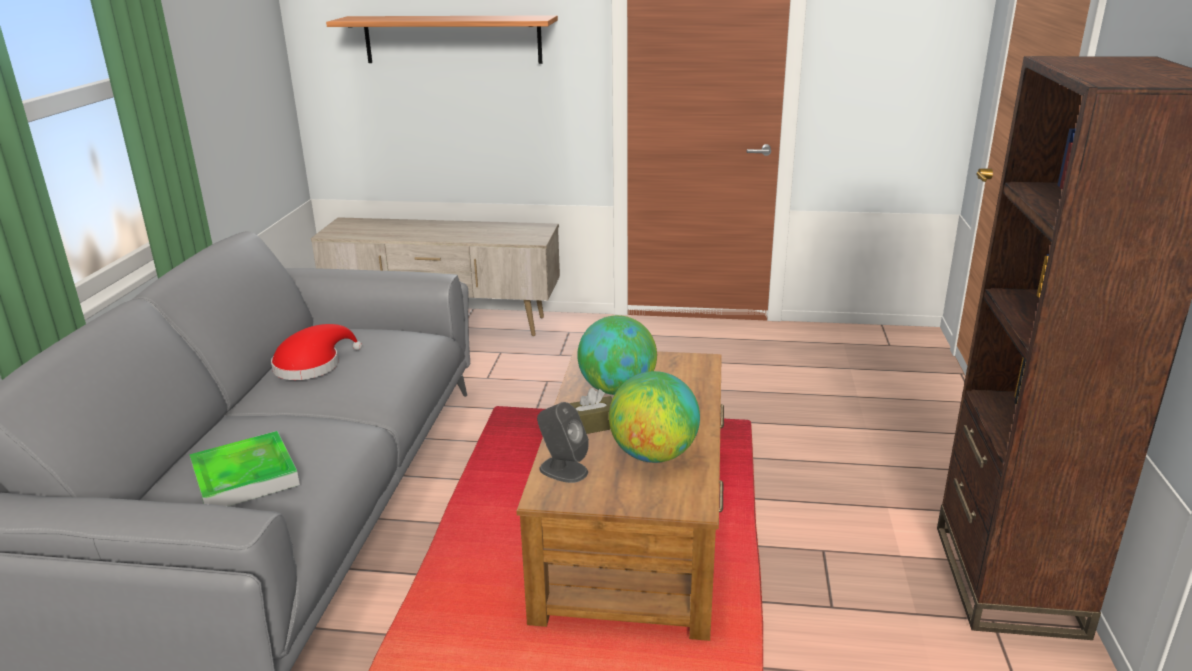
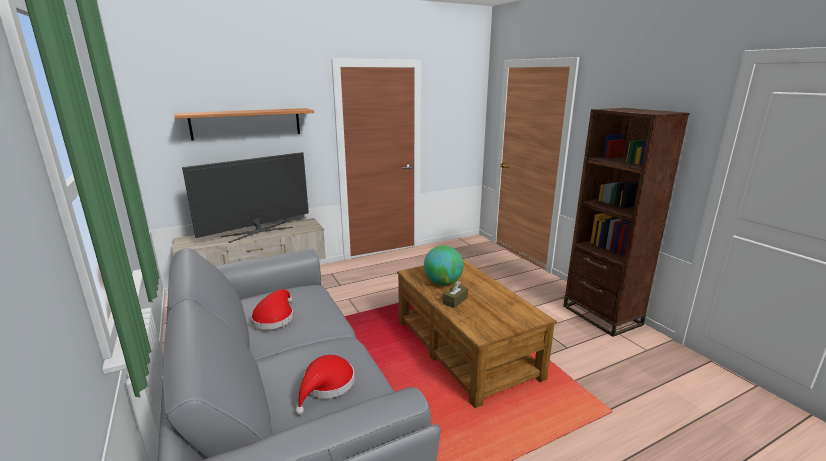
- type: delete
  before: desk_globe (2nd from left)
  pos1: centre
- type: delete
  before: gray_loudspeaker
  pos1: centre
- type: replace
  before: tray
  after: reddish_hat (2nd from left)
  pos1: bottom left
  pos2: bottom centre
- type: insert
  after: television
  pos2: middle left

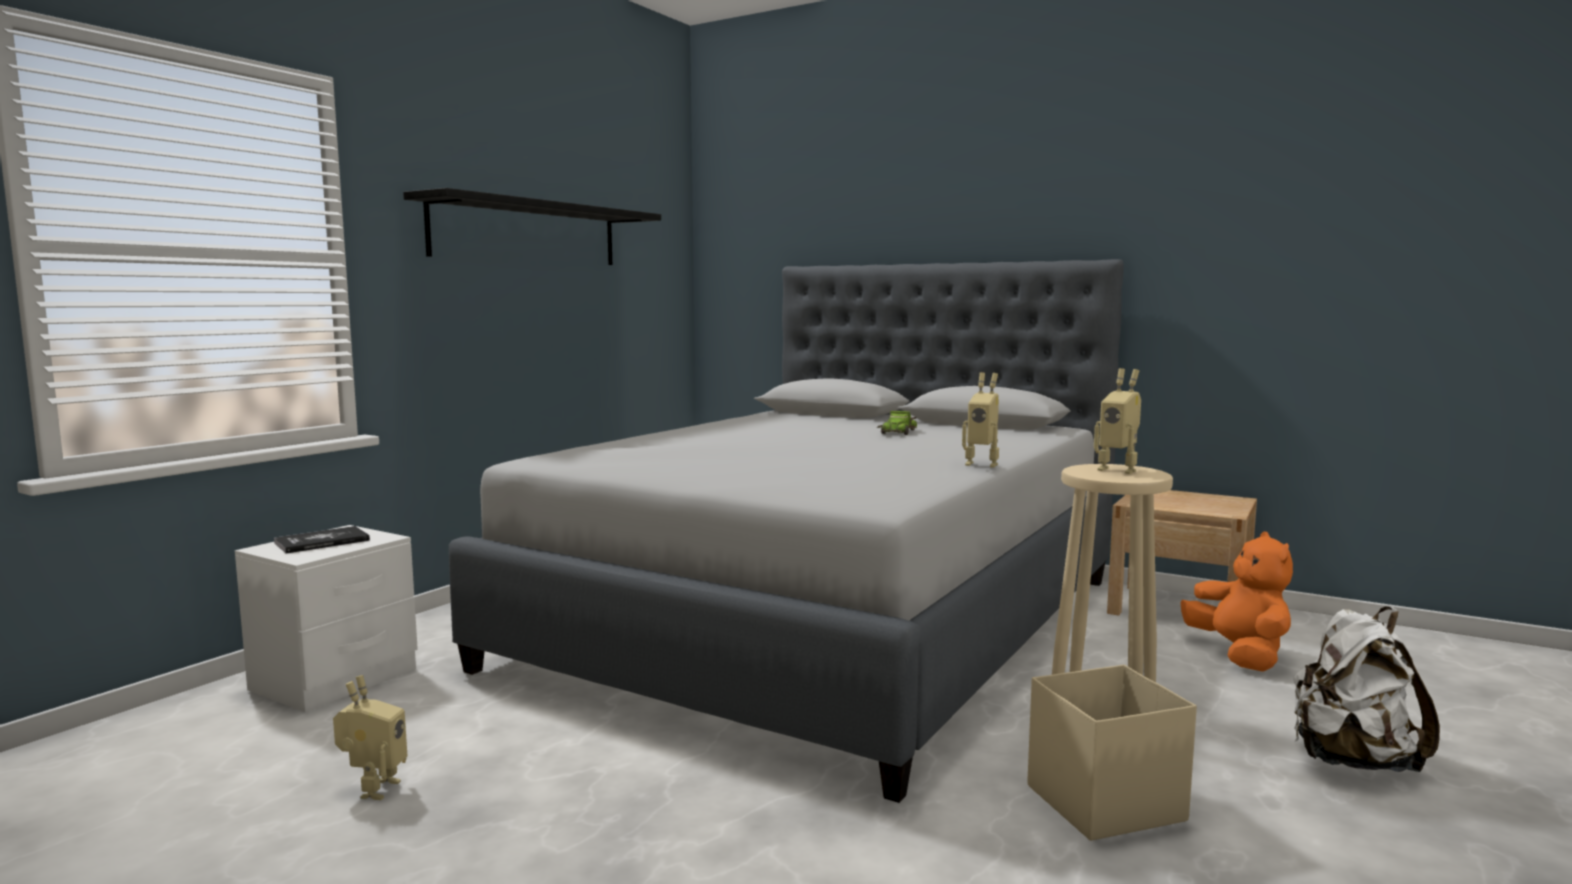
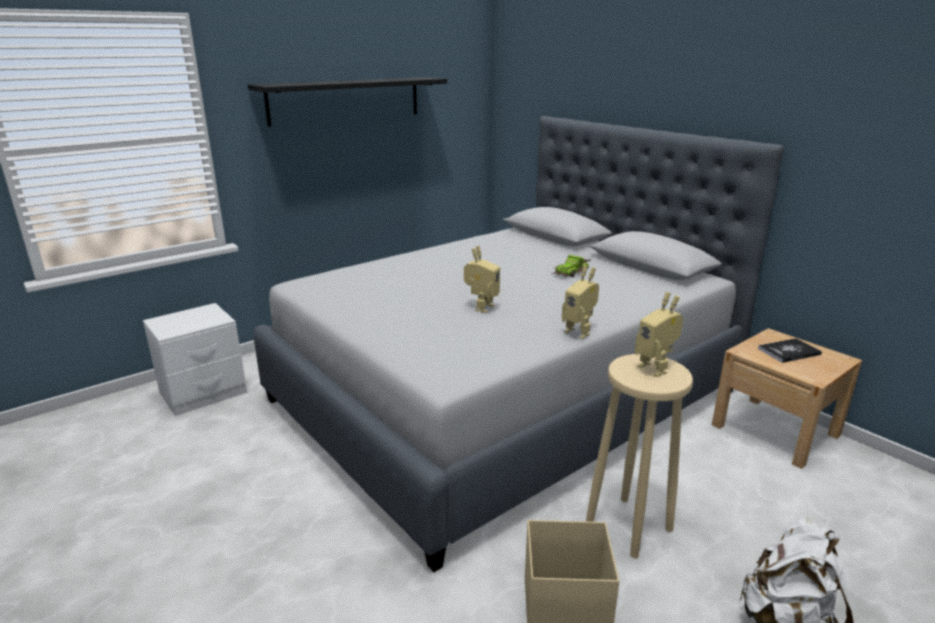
- type: move
  before: book
  pos1: middle left
  pos2: middle right
- type: delete
  before: orange_plush_toy
  pos1: bottom right
- type: move
  before: robot_figure (1st from left)
  pos1: bottom left
  pos2: centre

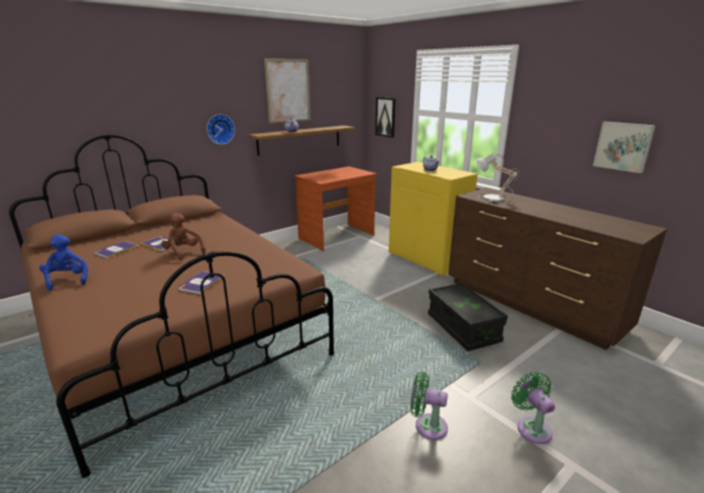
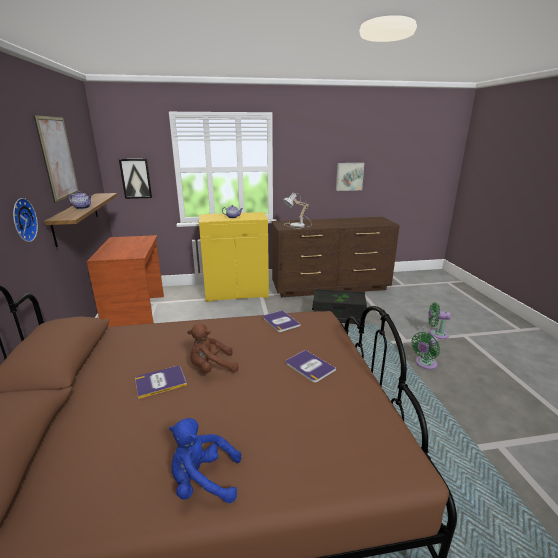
- type: move
  before: book (1st from left in the first image)
  after: book (2nd from left)
  pos1: middle left
  pos2: centre

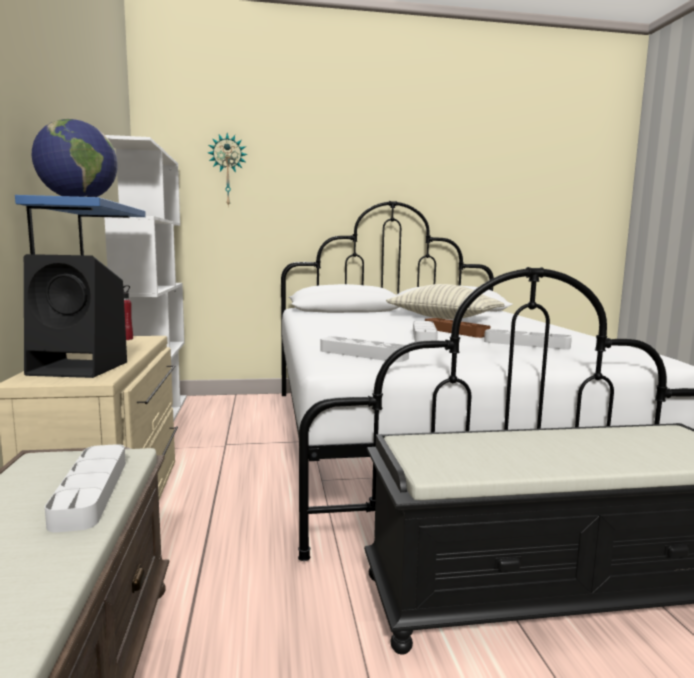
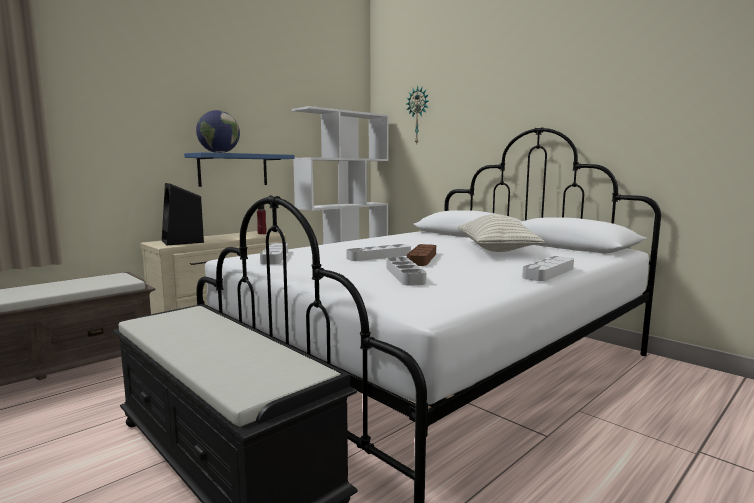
- type: move
  before: gray_tray (1st from left in the first image)
  after: gray_tray (4th from left)
  pos1: bottom left
  pos2: middle right

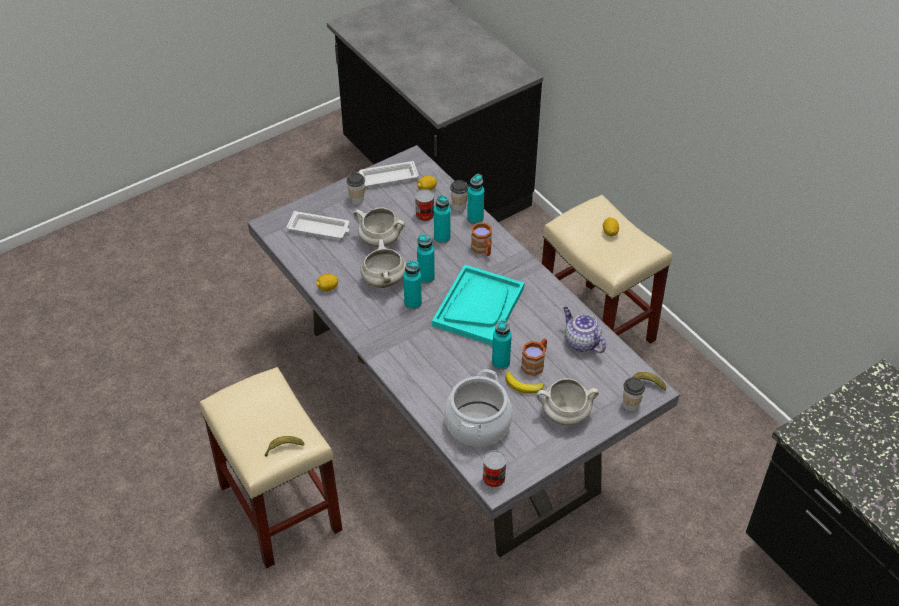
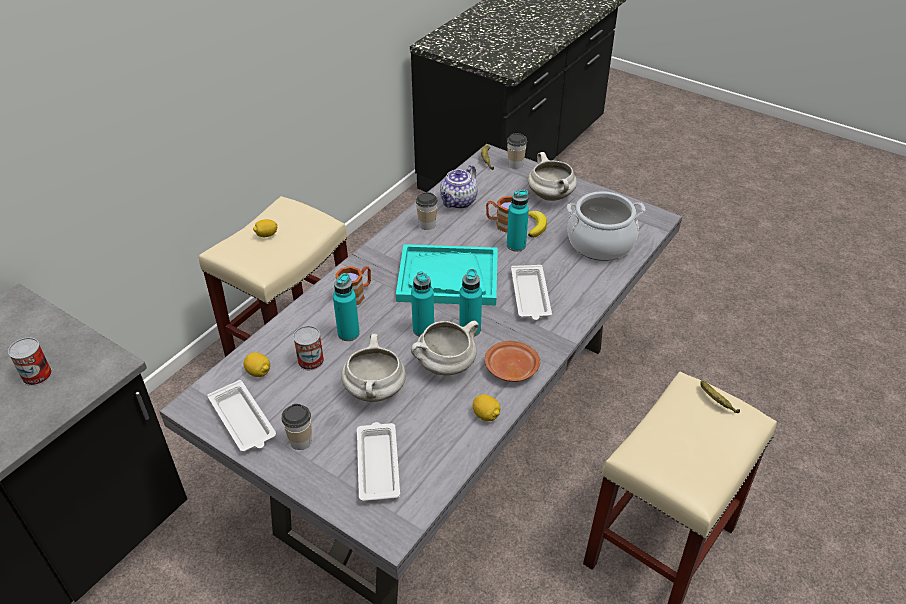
- type: delete
  before: turquoise-coloured_bottle (4th from left)
  pos1: top centre
- type: move
  before: cup (2nd from left)
  pos1: top centre
  pos2: centre
- type: move
  before: metal_can (2nd from left in the first image)
  after: metal_can (1st from left)
  pos1: bottom centre
  pos2: middle left
- type: insert
  after: whitish_tray (3rd from left)
  pos2: centre
- type: insert
  after: brownish_plate
  pos2: centre

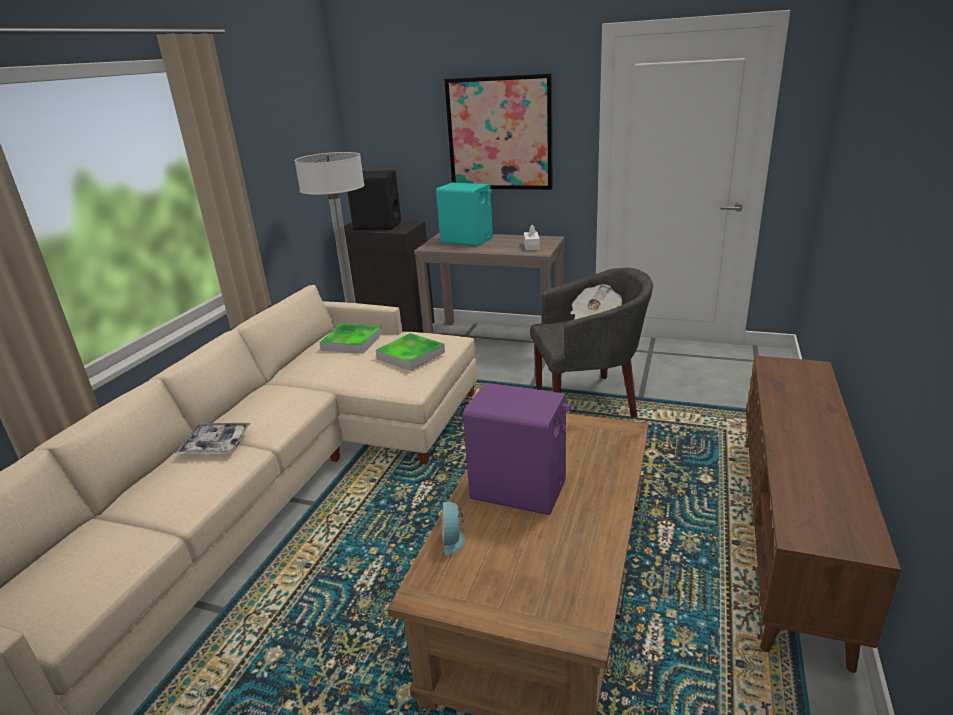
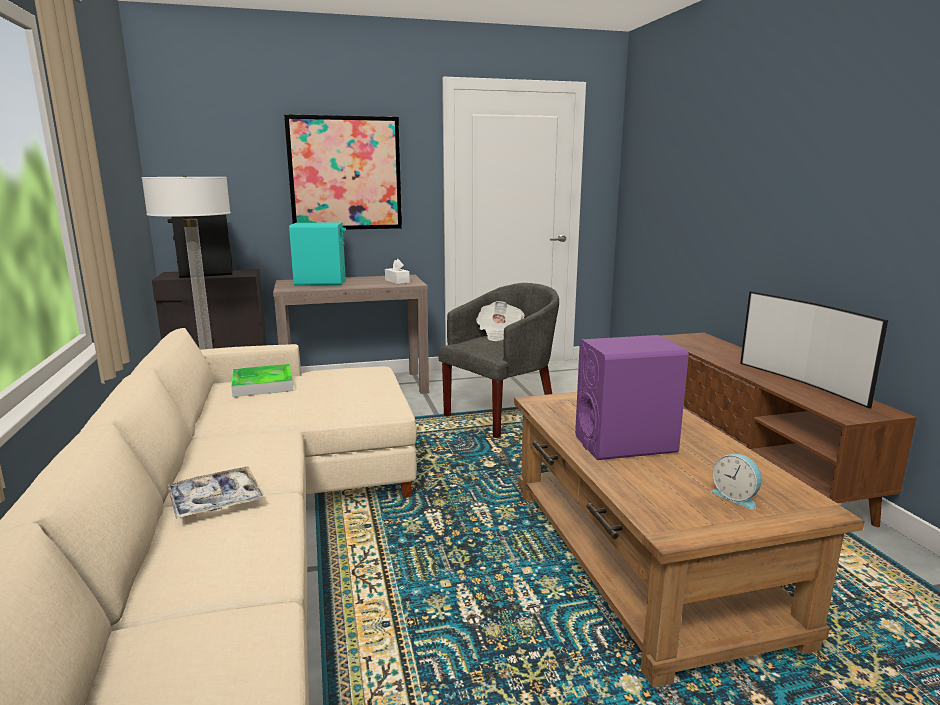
- type: delete
  before: tray (3rd from left)
  pos1: centre
- type: move
  before: alarm_clock
  pos1: bottom centre
  pos2: bottom right
- type: insert
  after: television
  pos2: middle right

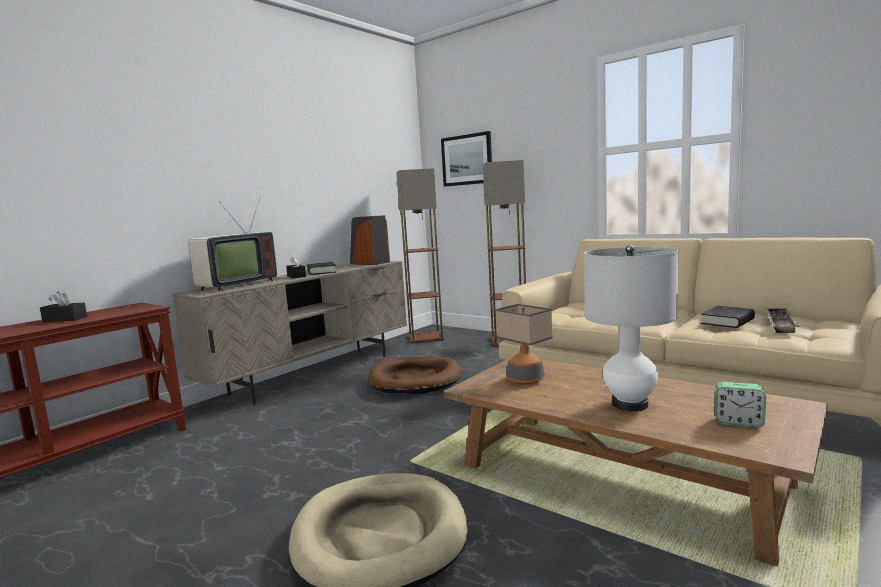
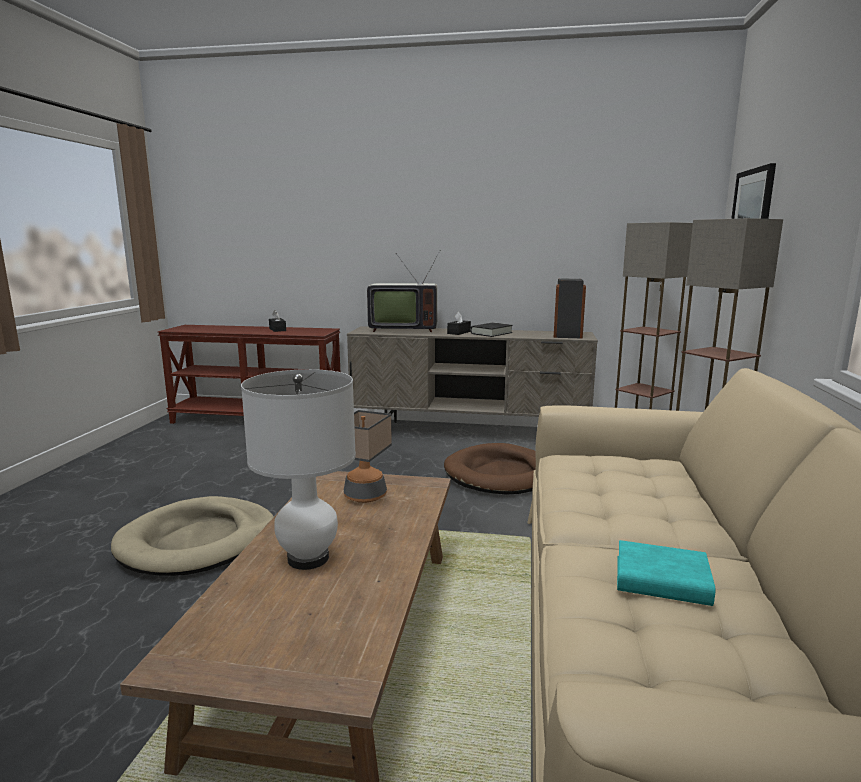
- type: recolor
  before: black_book (2nd from left)
  after: turquoise-coloured_book
  pos1: middle right
  pos2: bottom right
- type: delete
  before: tray
  pos1: middle right
- type: delete
  before: alarm_clock
  pos1: bottom right

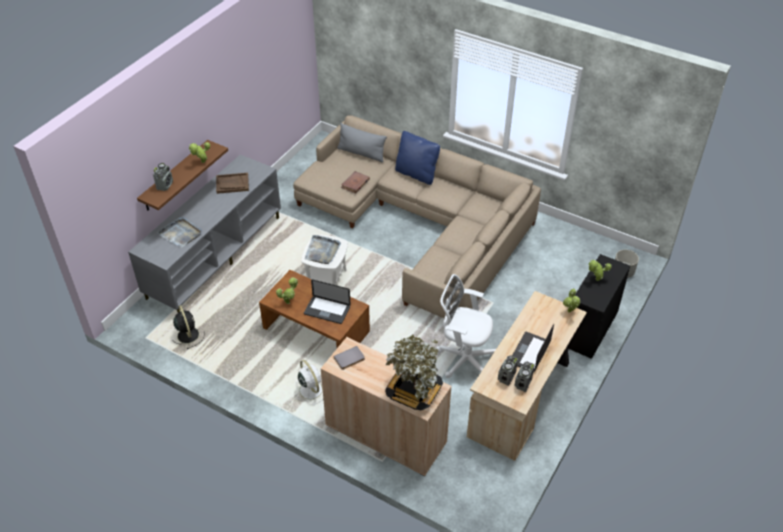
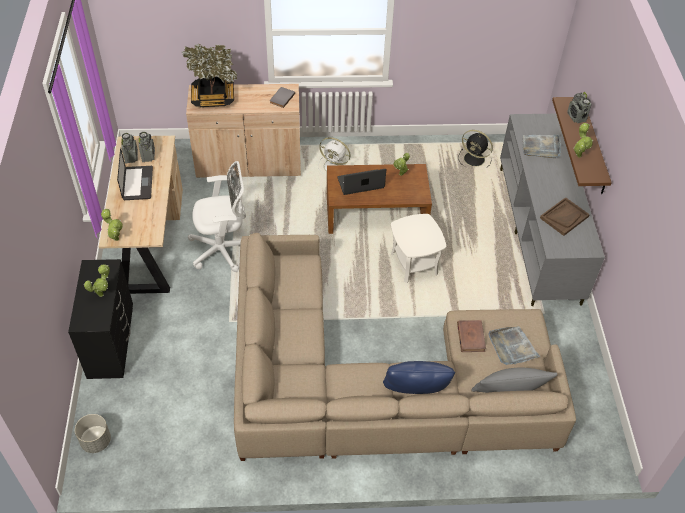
- type: move
  before: gray_tray (2nd from left in the first image)
  after: gray_tray (1st from left)
  pos1: centre
  pos2: bottom right

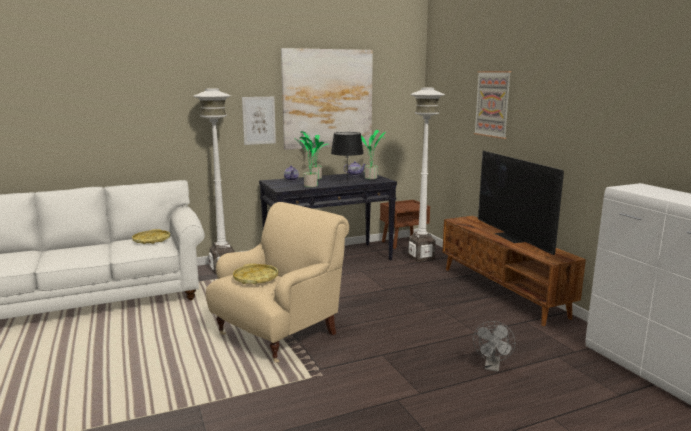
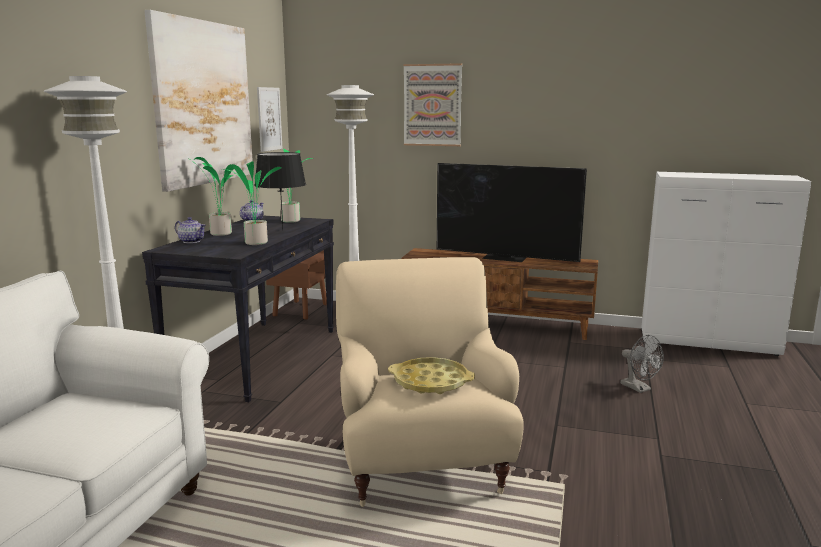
- type: move
  before: wall_art (1st from left in the first image)
  after: wall_art (2nd from left)
  pos1: top centre
  pos2: top left
- type: delete
  before: yellow-coloured_tray (1st from left)
  pos1: middle left

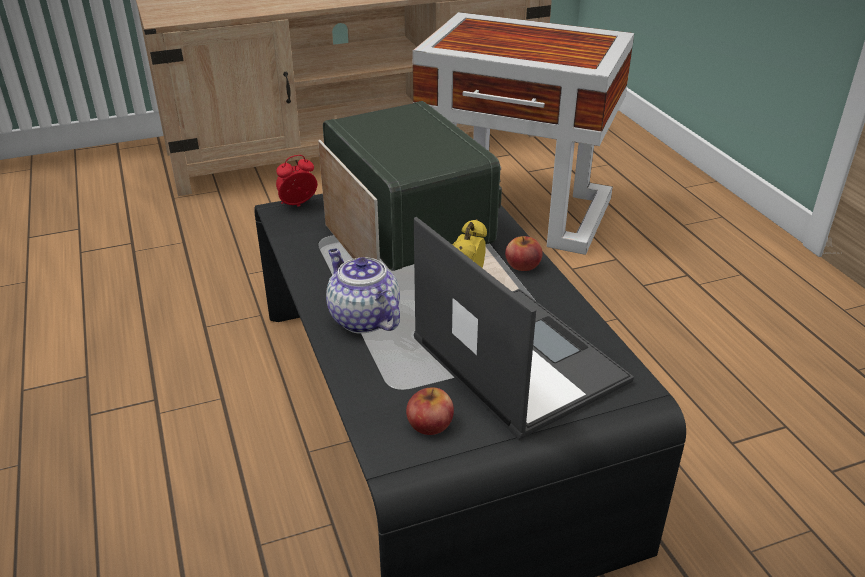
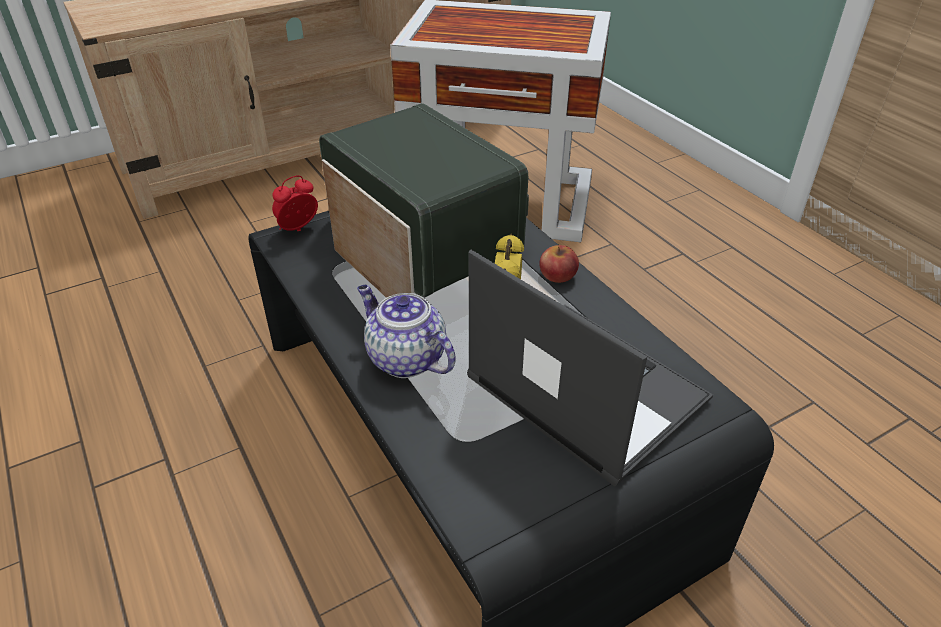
- type: delete
  before: apple_fruit (1st from left)
  pos1: bottom centre

